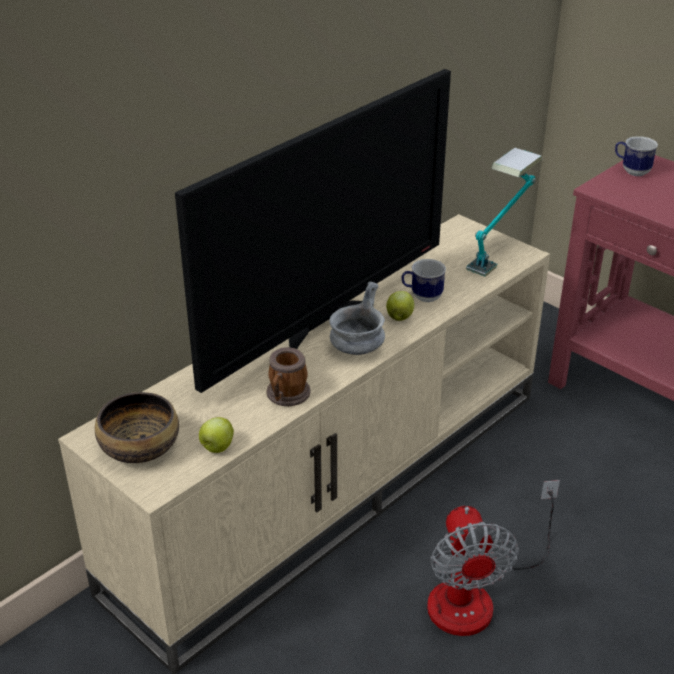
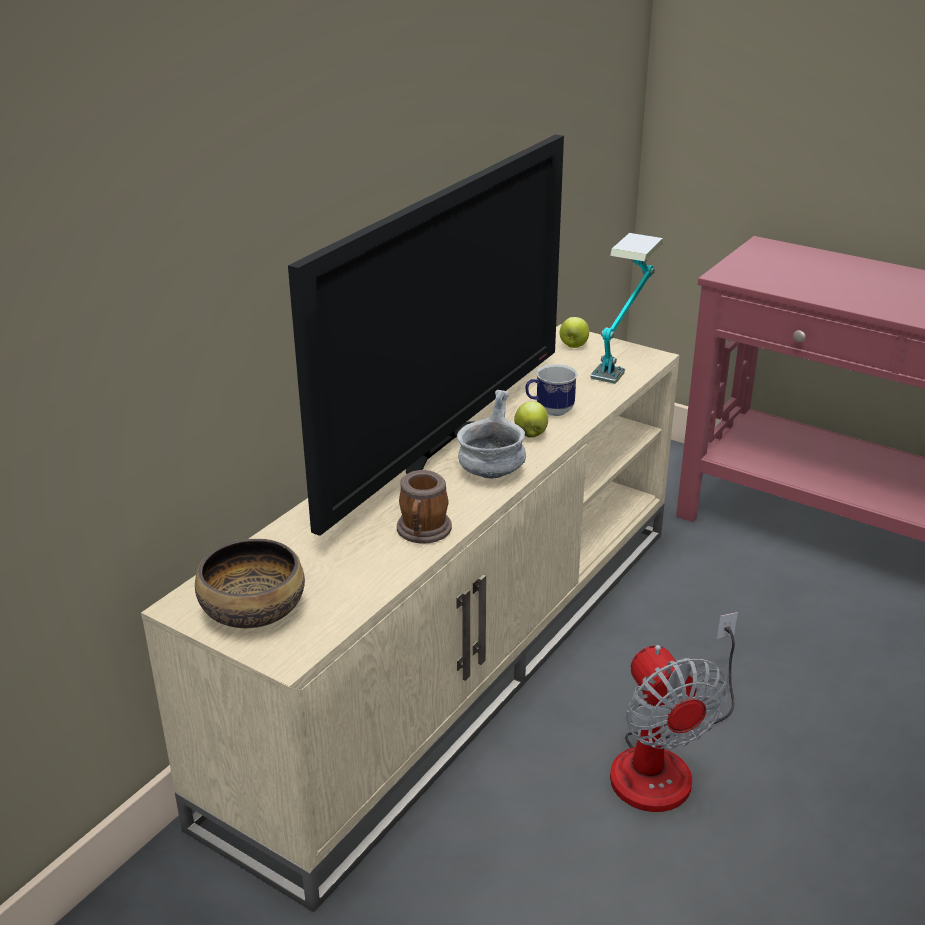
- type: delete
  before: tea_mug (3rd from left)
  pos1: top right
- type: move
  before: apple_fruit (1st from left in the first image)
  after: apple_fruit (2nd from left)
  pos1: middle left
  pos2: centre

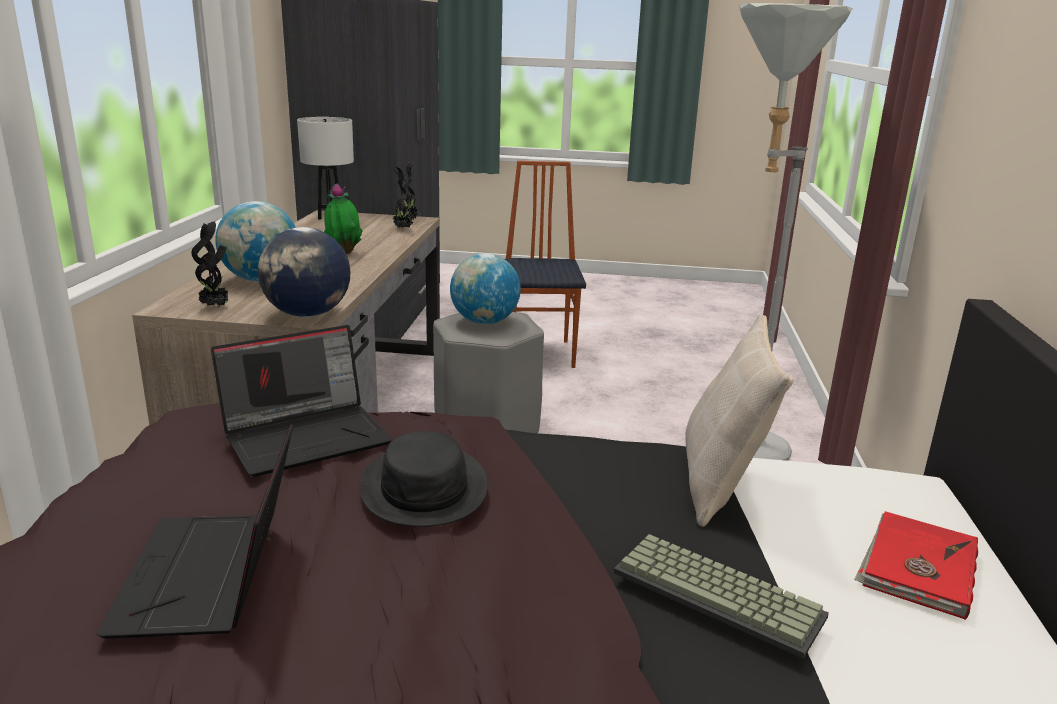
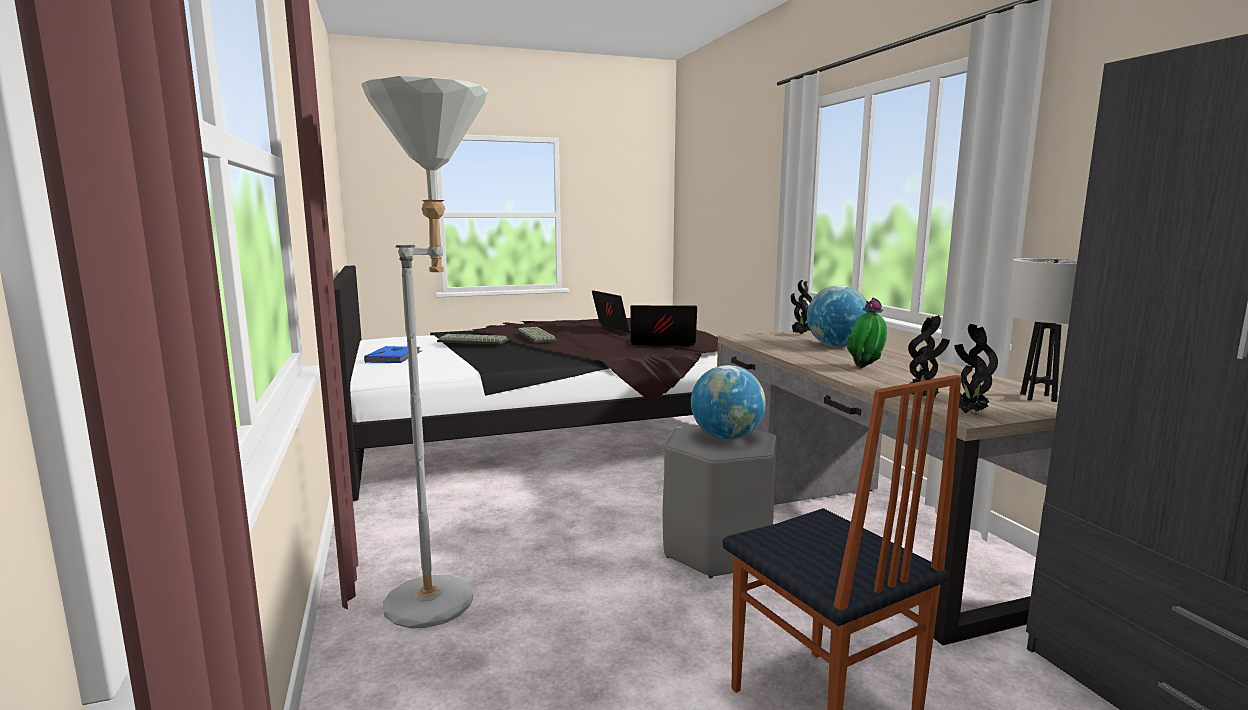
- type: delete
  before: desk_globe (2nd from left)
  pos1: middle left
- type: delete
  before: beige-coloured_cushion
  pos1: middle right
- type: rotate
  before: notebook_computer (2nd from left)
  pos1: middle left
  pos2: centre
  turn: 60
- type: delete
  before: black_hat
  pos1: bottom centre
- type: recolor
  before: reddish_book
  after: bluish_book
  pos1: bottom right
  pos2: middle left
- type: insert
  after: computer_keyboard (2nd from left)
  pos2: centre

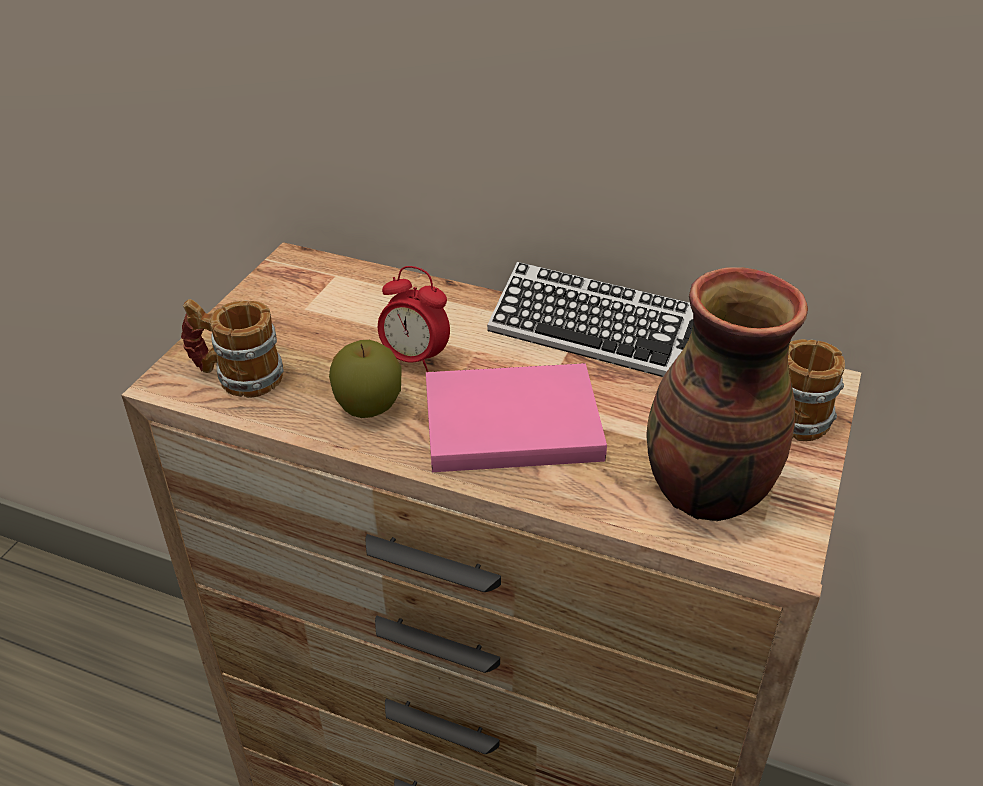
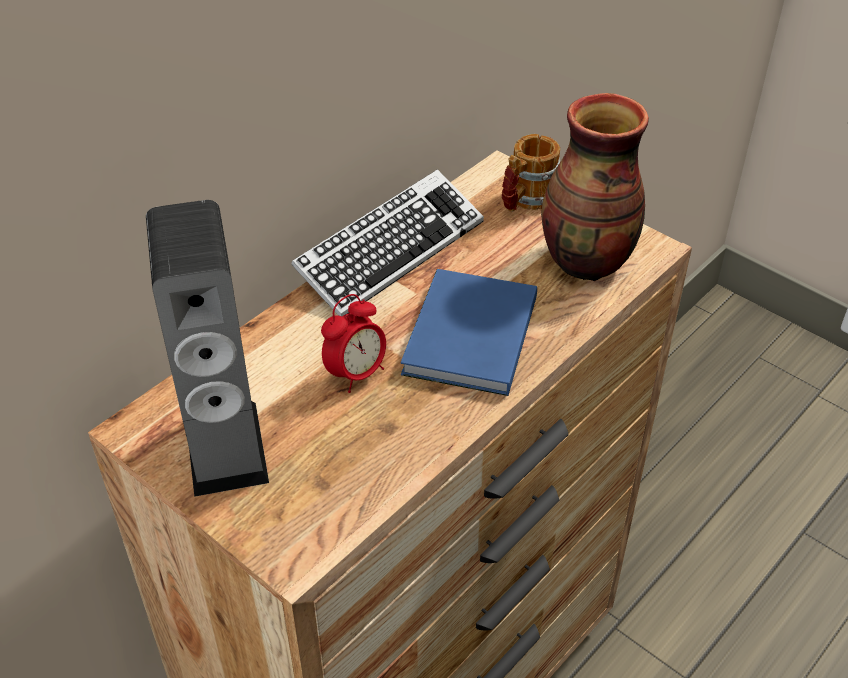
- type: delete
  before: tea_mug (1st from left)
  pos1: middle left
- type: delete
  before: apple_fruit
  pos1: centre
- type: recolor
  before: pinkish_book
  after: bluish_book
  pos1: centre
  pos2: centre
- type: insert
  after: loudspeaker
  pos2: middle left

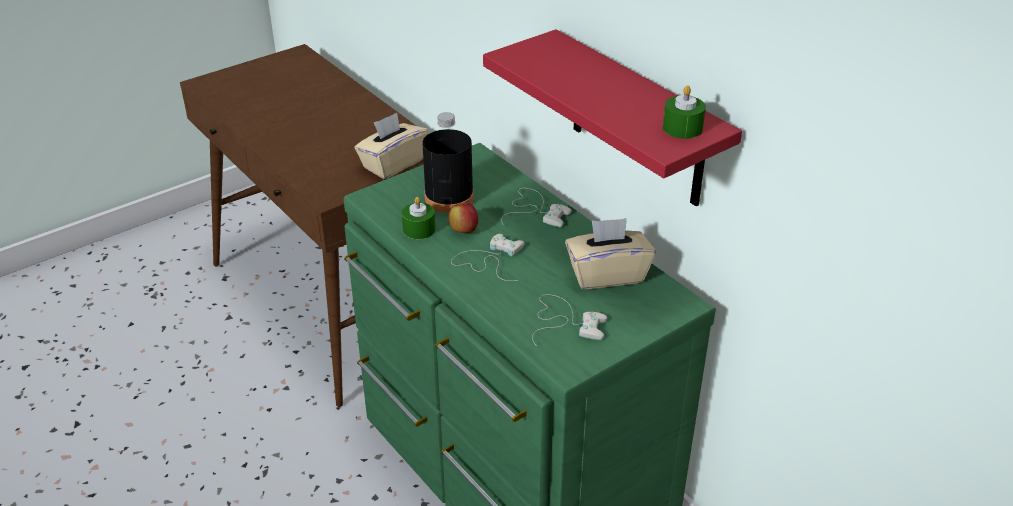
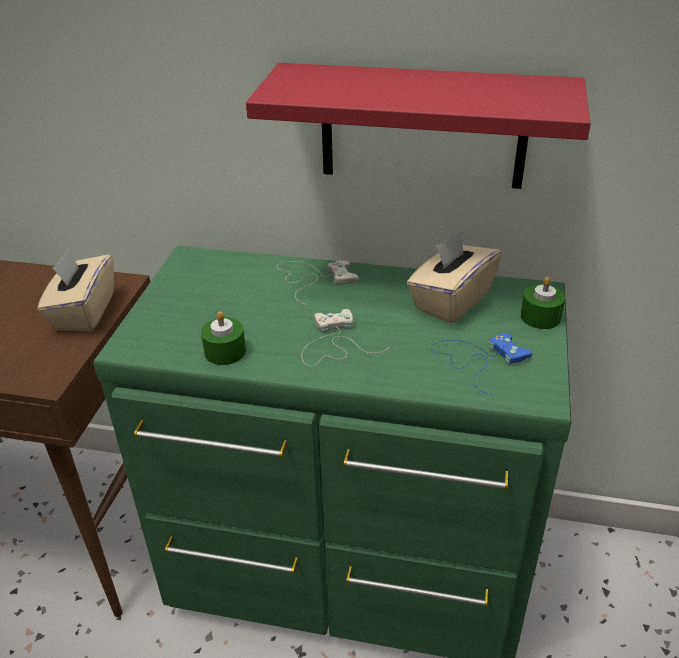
- type: move
  before: green_wax_light (2nd from left)
  pos1: top right
  pos2: middle right
- type: delete
  before: black_bottle
  pos1: top centre
- type: delete
  before: apple_fruit
  pos1: centre
- type: recolor
  before: whitish_game_controller (3rd from left)
  after: bluish_game_controller
  pos1: centre
  pos2: middle right

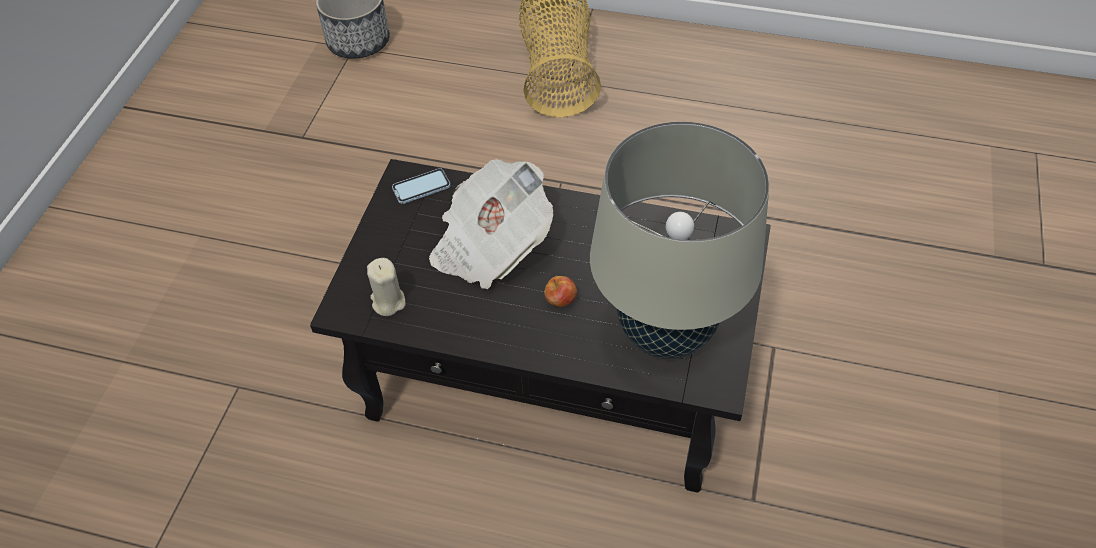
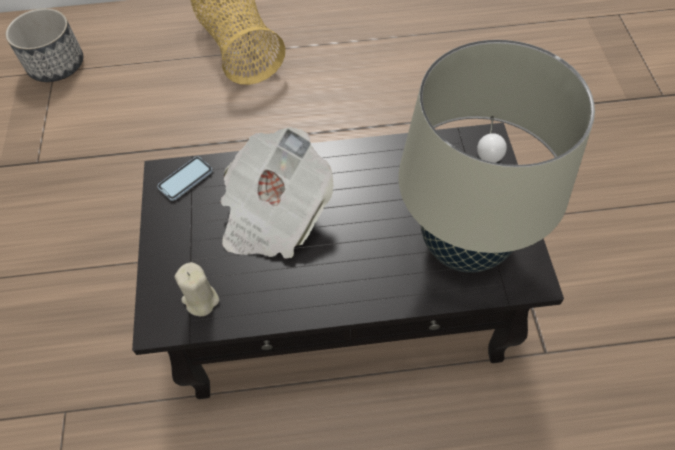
- type: delete
  before: apple_fruit
  pos1: centre

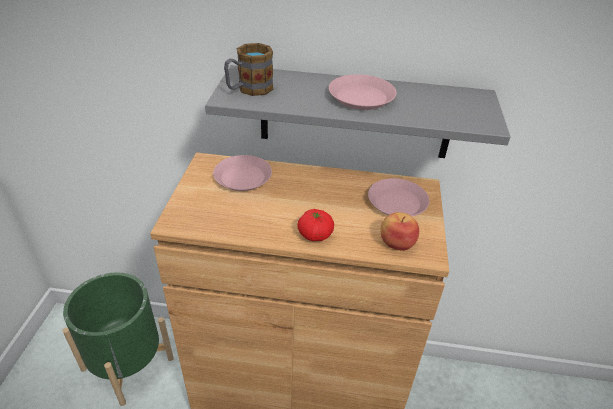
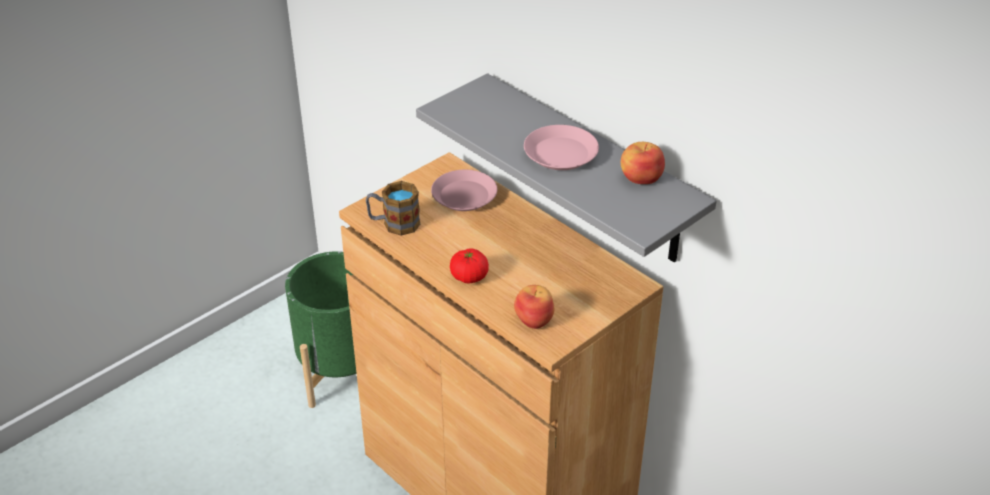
- type: move
  before: tea_mug
  pos1: top centre
  pos2: centre
- type: delete
  before: pinkish_plate (3rd from left)
  pos1: centre
- type: insert
  after: apple_fruit (2nd from left)
  pos2: top centre

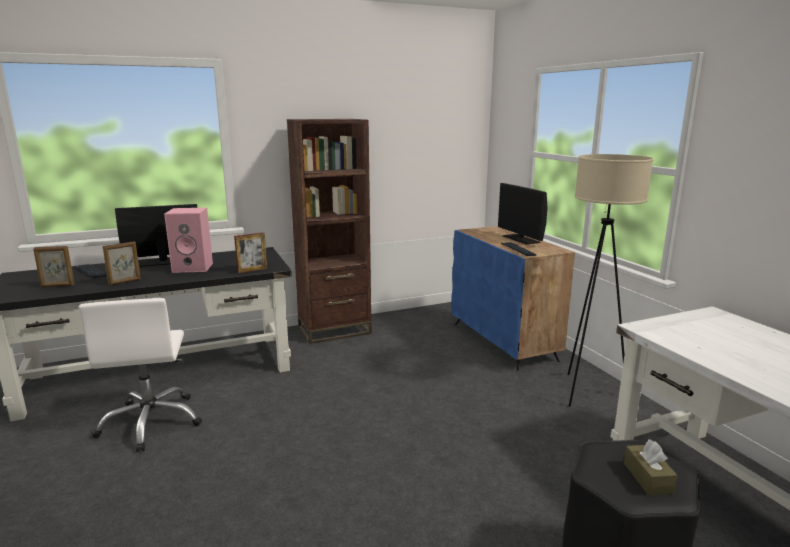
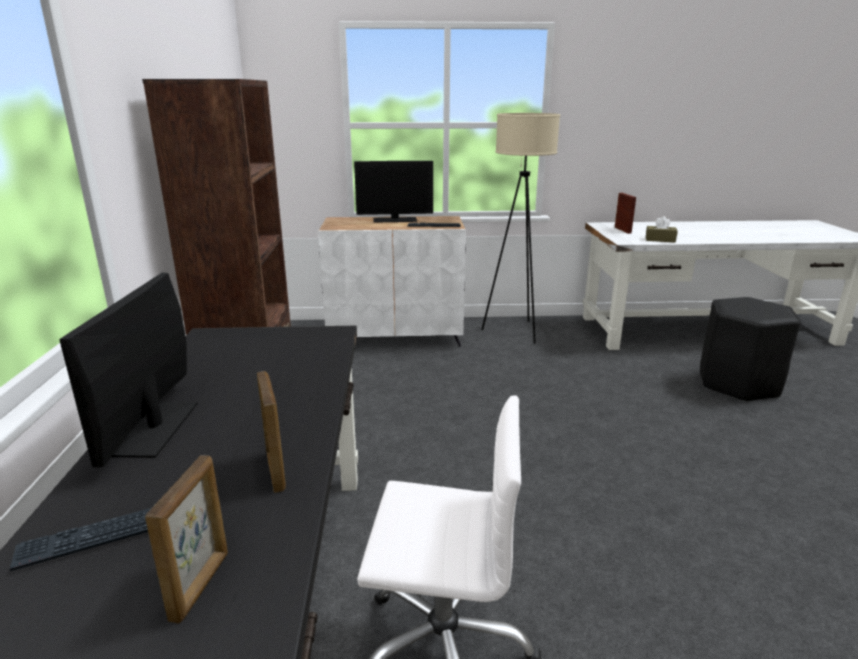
- type: delete
  before: pinkish_loudspeaker
  pos1: middle left
- type: recolor
  before: bluish_cabinet
  after: whitish_cabinet
  pos1: centre
  pos2: centre
- type: move
  before: photo_frame (3rd from left)
  pos1: middle left
  pos2: top right
- type: move
  before: brownish_box_of_tissues
  pos1: bottom right
  pos2: middle right

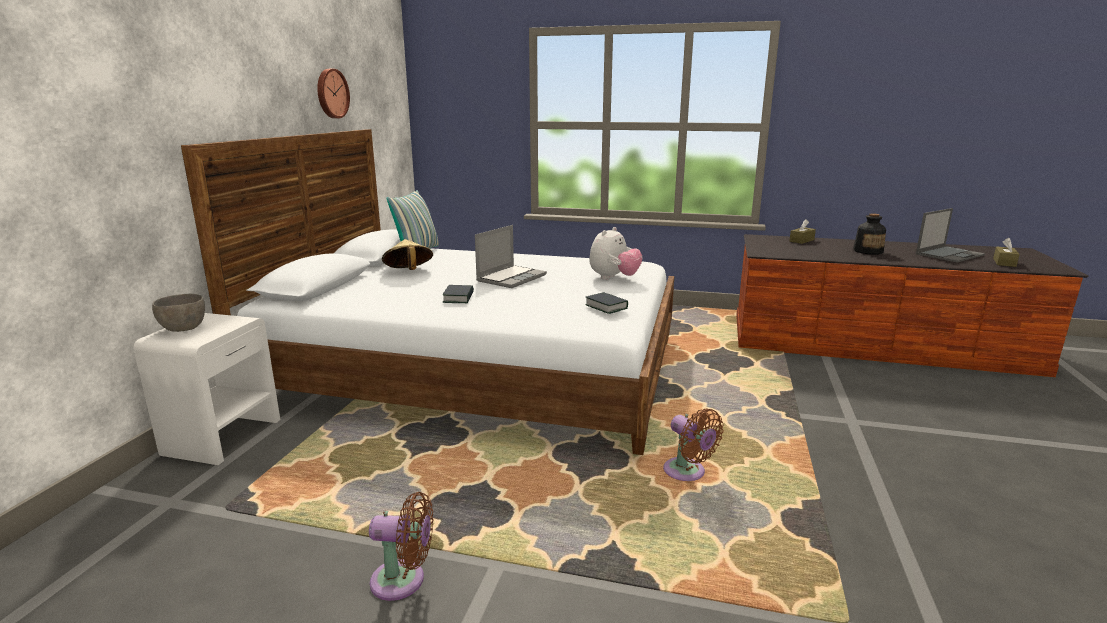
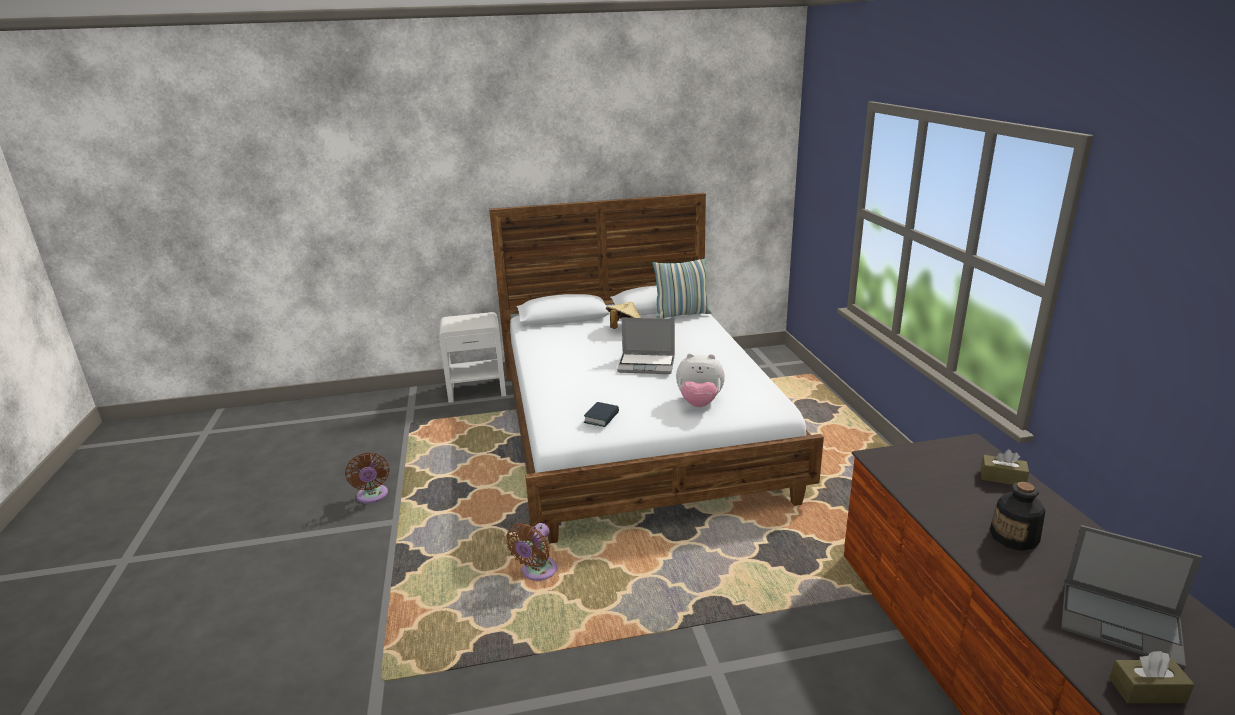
- type: delete
  before: clock_on_the_wall
  pos1: top left
- type: delete
  before: book (1st from left)
  pos1: centre
- type: delete
  before: gray_bowl
  pos1: middle left

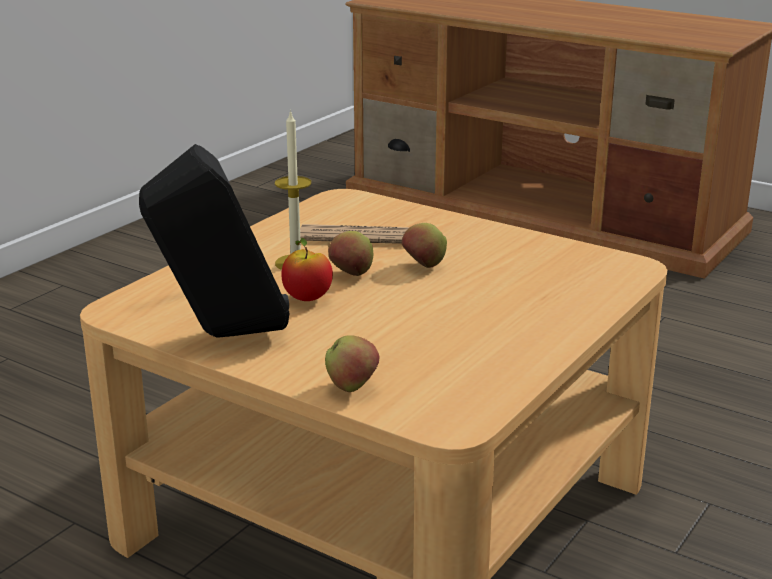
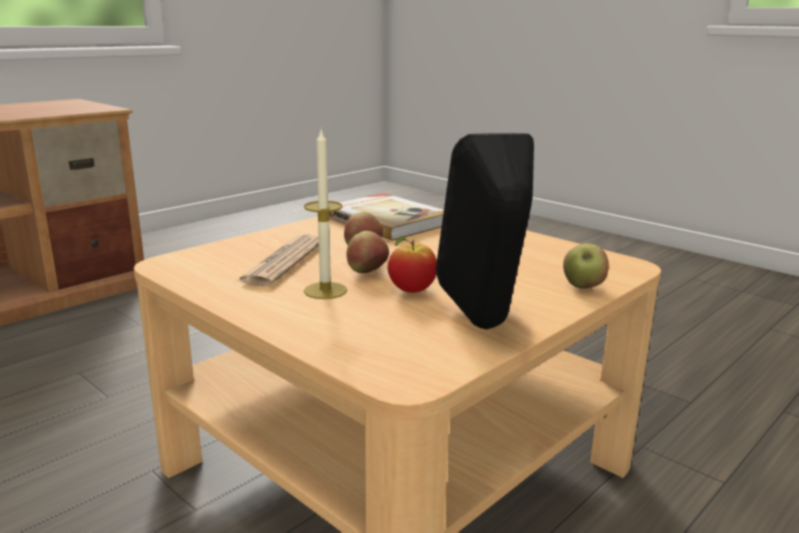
- type: insert
  after: book
  pos2: centre

